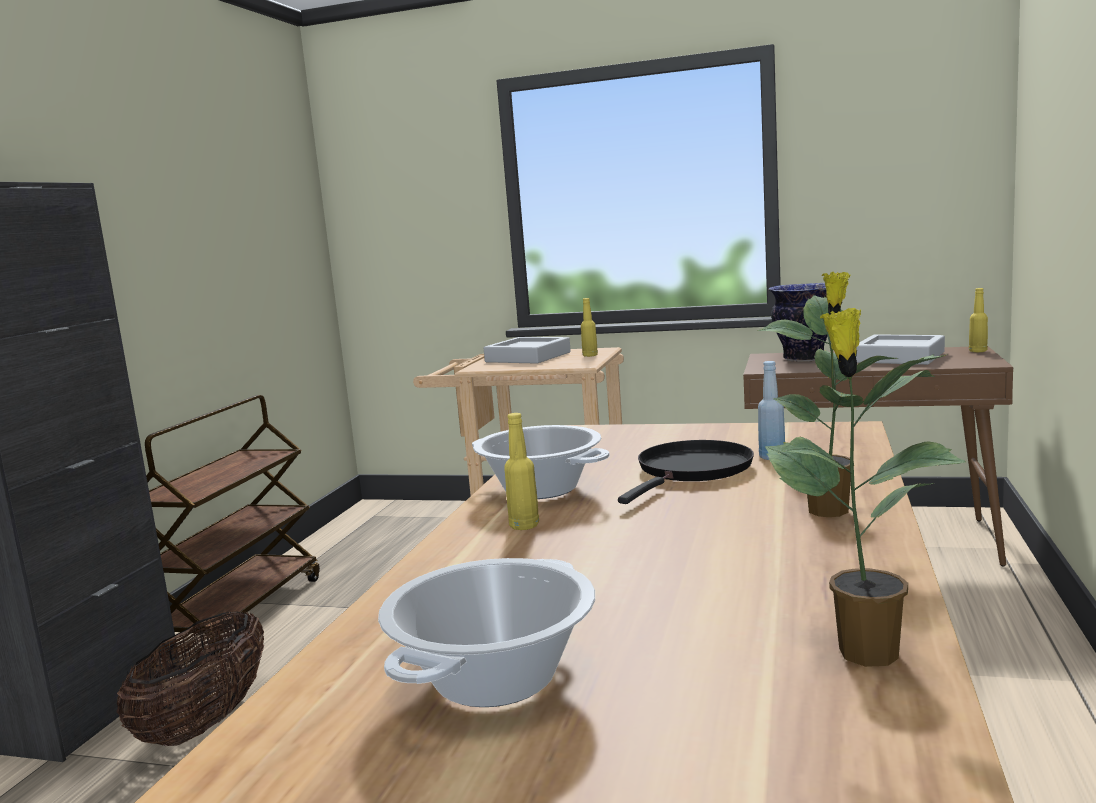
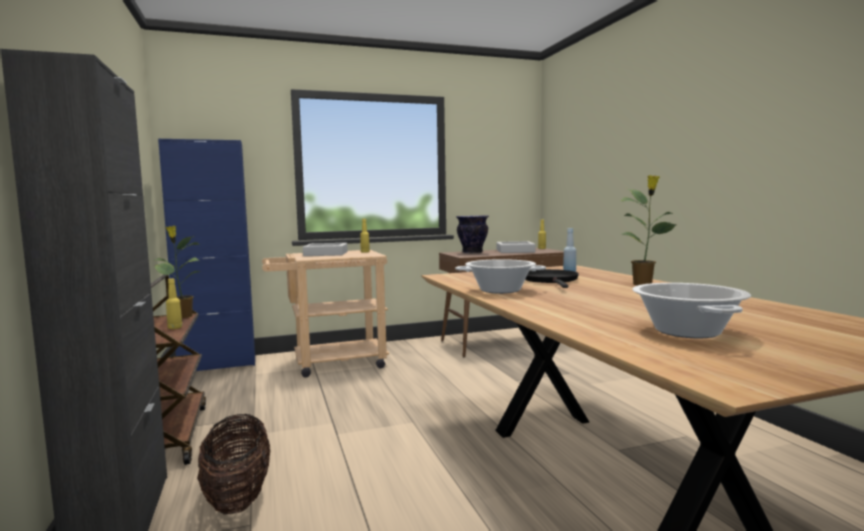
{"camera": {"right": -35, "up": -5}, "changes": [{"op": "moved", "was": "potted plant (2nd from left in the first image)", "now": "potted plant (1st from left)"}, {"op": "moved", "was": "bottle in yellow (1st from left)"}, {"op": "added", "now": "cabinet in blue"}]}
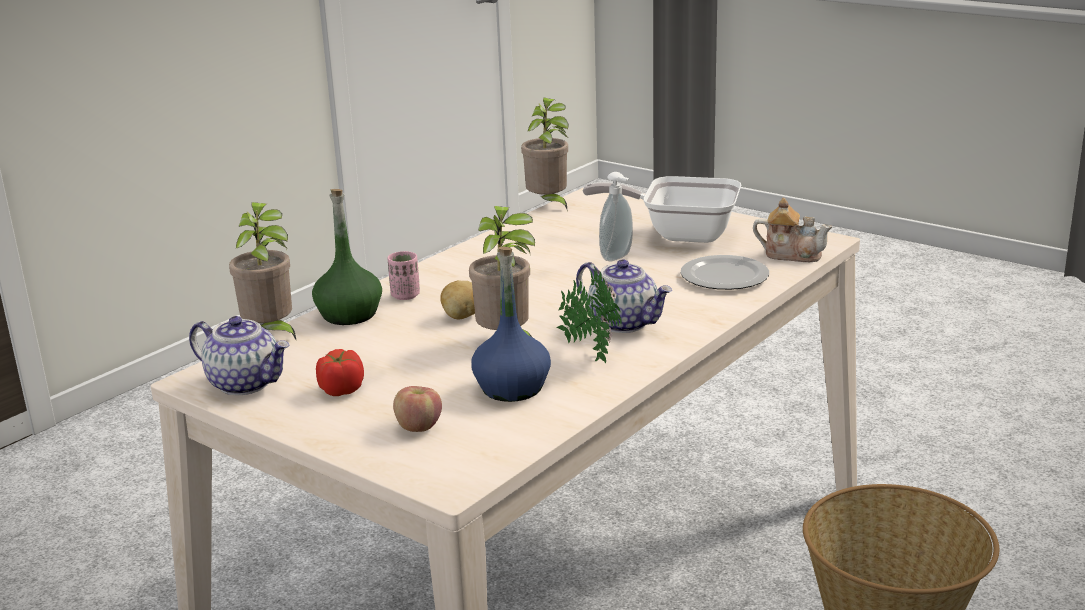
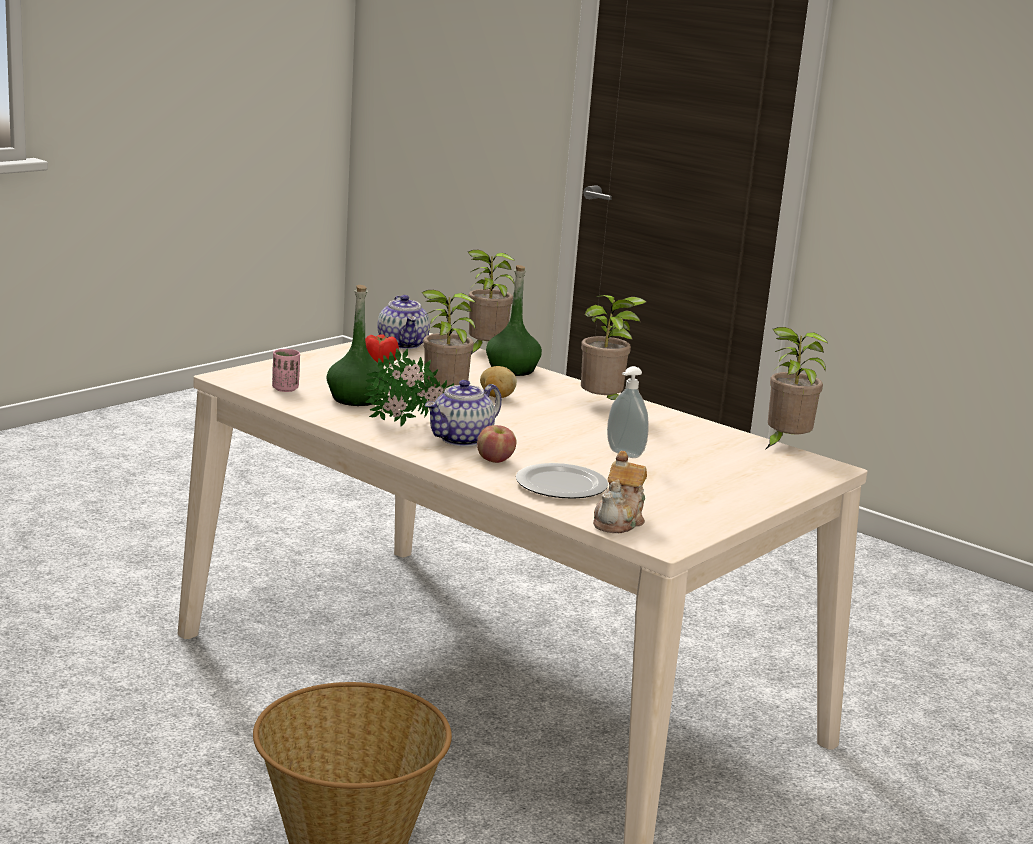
{"camera": {"right": 90, "up": -5}, "changes": [{"op": "removed", "was": "frying pan"}, {"op": "recoloured", "was": "bottle in blue", "now": "bottle in green (1st from left)"}, {"op": "moved", "was": "cup in pink"}, {"op": "turned", "was": "teapot (1st from left)", "clockwise": -45}, {"op": "moved", "was": "apple"}, {"op": "added", "now": "potted plant (4th from left)"}]}
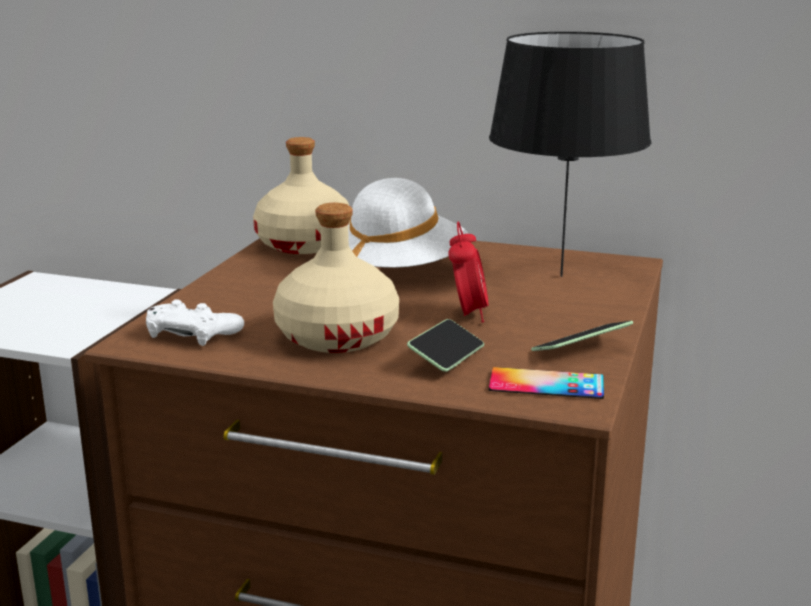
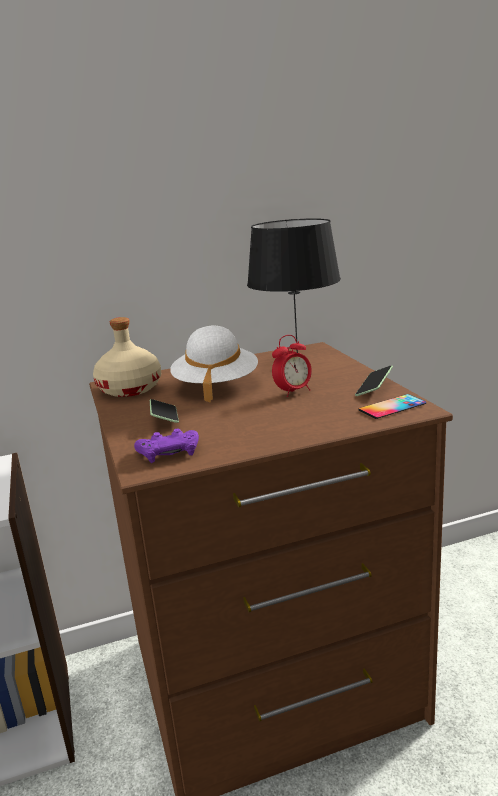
{"camera": {"right": -35, "up": 0}, "changes": [{"op": "removed", "was": "bottle in beige (2nd from left)"}, {"op": "turned", "was": "alarm clock", "clockwise": 90}, {"op": "recoloured", "was": "game controller in white", "now": "game controller in purple"}, {"op": "moved", "was": "phone (1st from left)"}]}
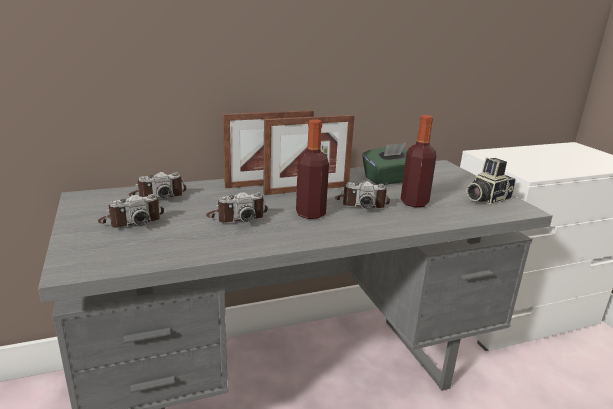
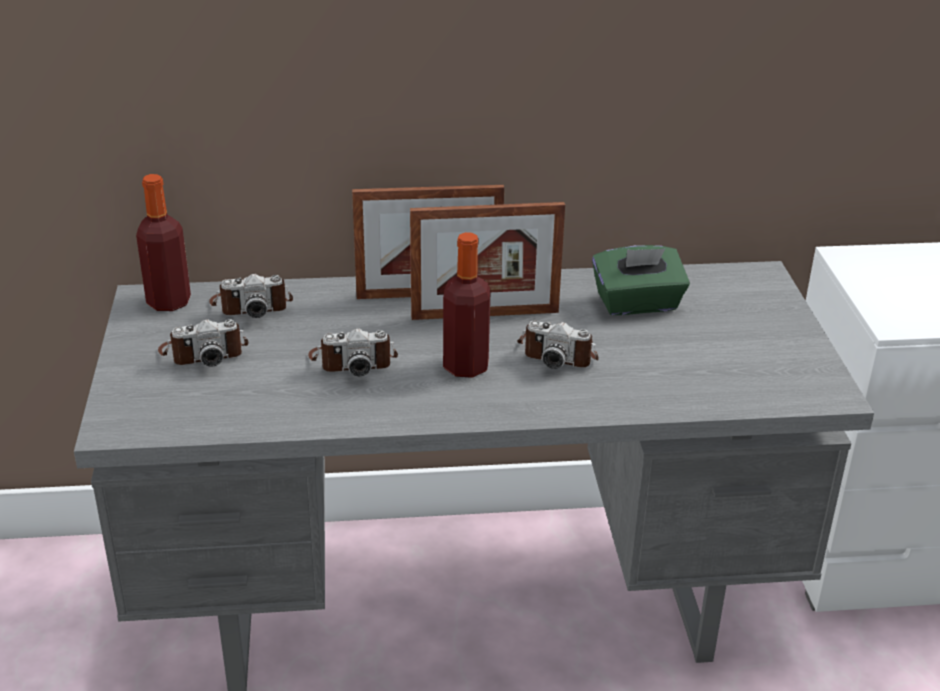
{"camera": {"right": 15, "up": 10}, "changes": [{"op": "moved", "was": "bottle (2nd from left in the first image)", "now": "bottle (1st from left)"}, {"op": "removed", "was": "photo camera (5th from left)"}]}
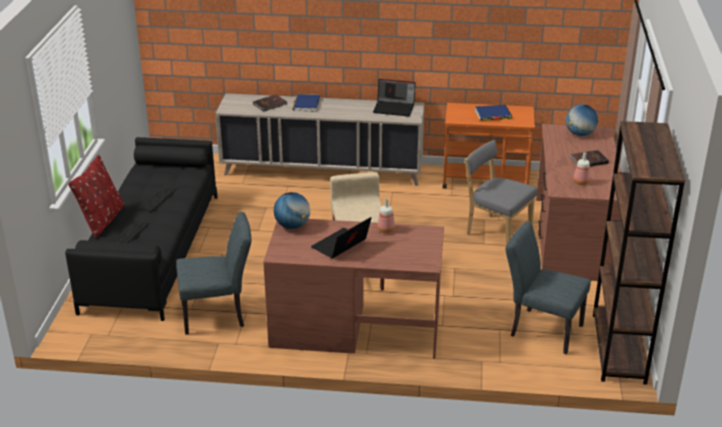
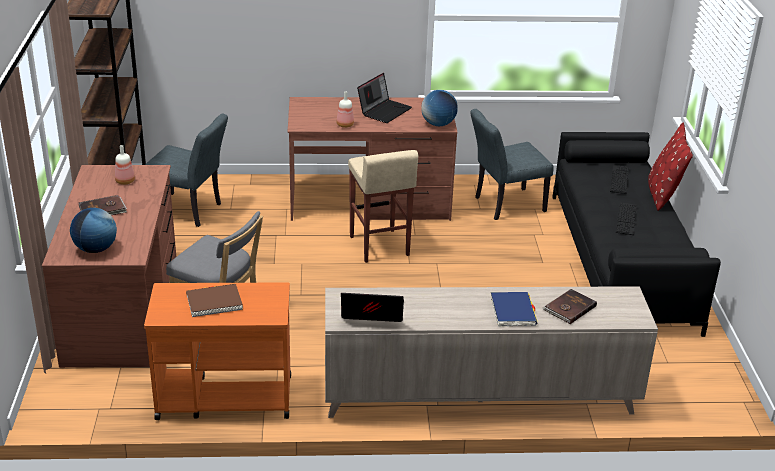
{"camera": {"right": 170, "up": 0}, "changes": [{"op": "recoloured", "was": "book in blue (2nd from left)", "now": "book in brown (2nd from left)"}]}
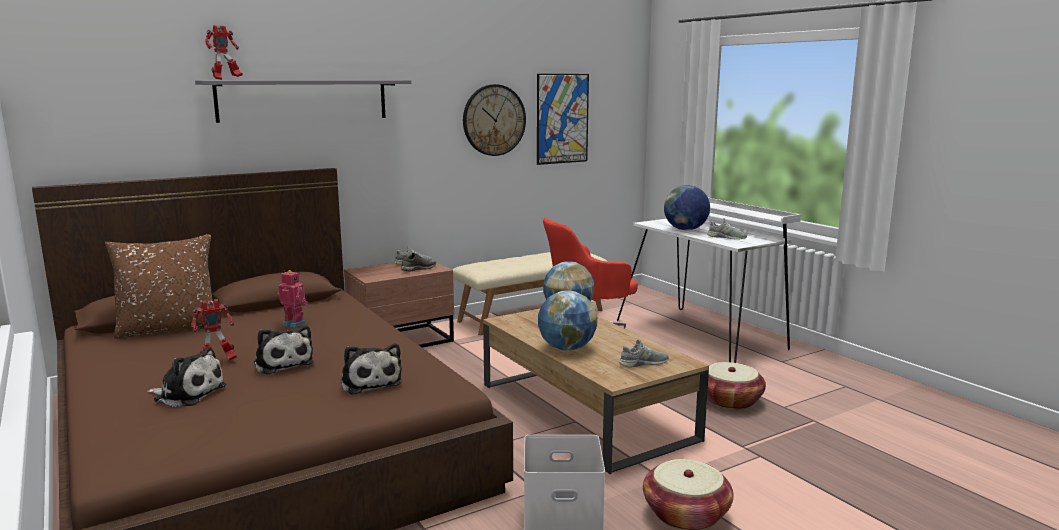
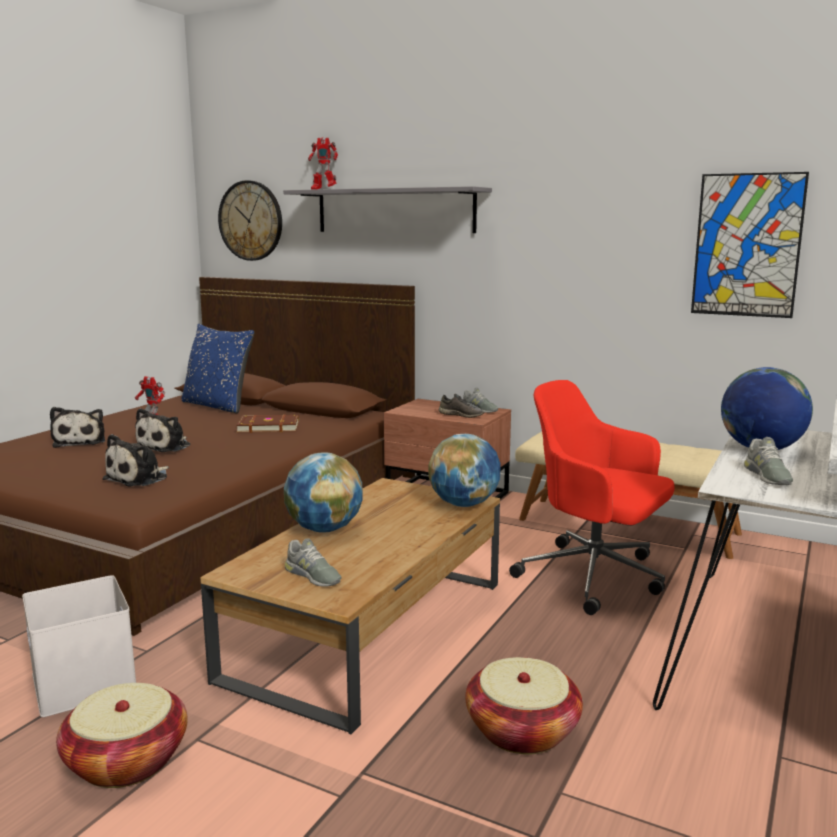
{"camera": {"right": 60, "up": 0}, "changes": [{"op": "moved", "was": "wall clock"}, {"op": "recoloured", "was": "pillow in brown", "now": "pillow in blue"}, {"op": "replaced", "was": "toy robot (3rd from left)", "now": "book in brown"}]}
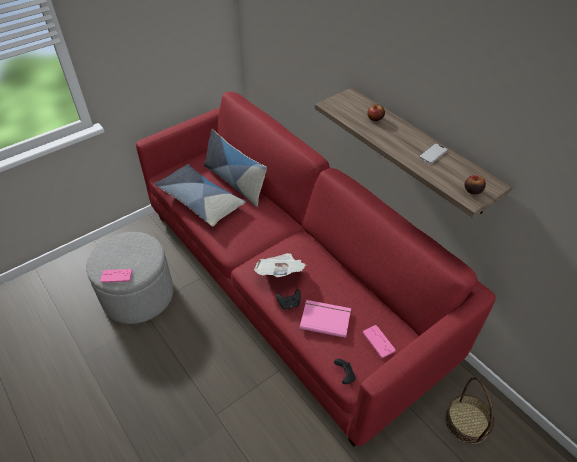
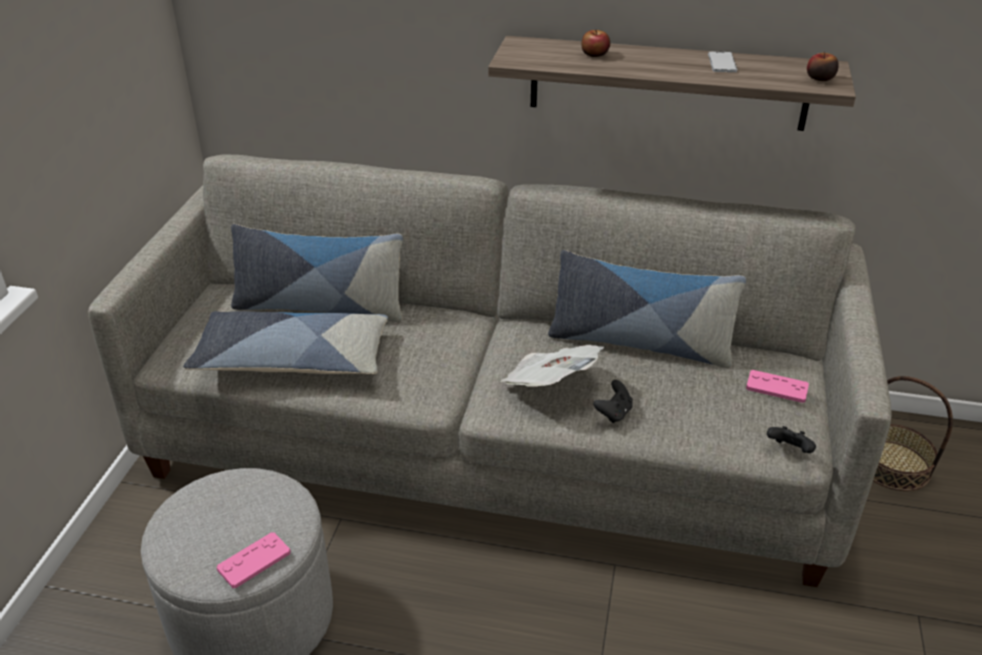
{"camera": {"right": -40, "up": -10}, "changes": [{"op": "recoloured", "was": "sofa in red", "now": "sofa in grey"}, {"op": "removed", "was": "book in pink"}, {"op": "added", "now": "pillow (3rd from left)"}]}
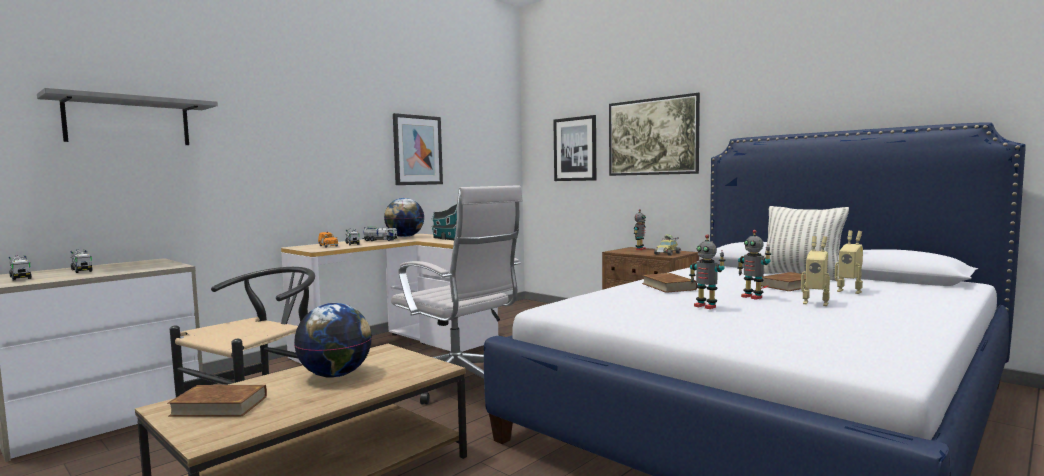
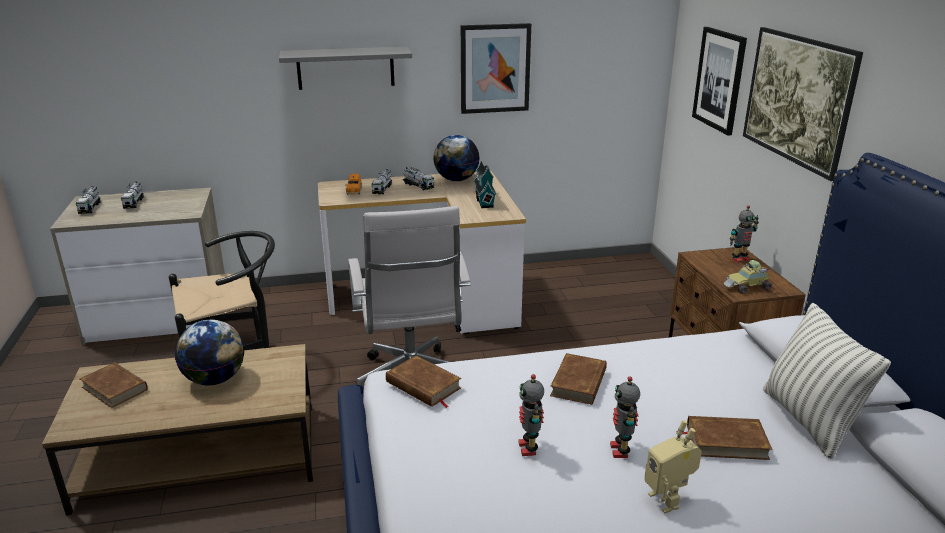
{"camera": {"right": 35, "up": 20}, "changes": [{"op": "moved", "was": "shelf in grey"}, {"op": "removed", "was": "toy robot (5th from left)"}, {"op": "added", "now": "book in brown (2nd from left)"}]}
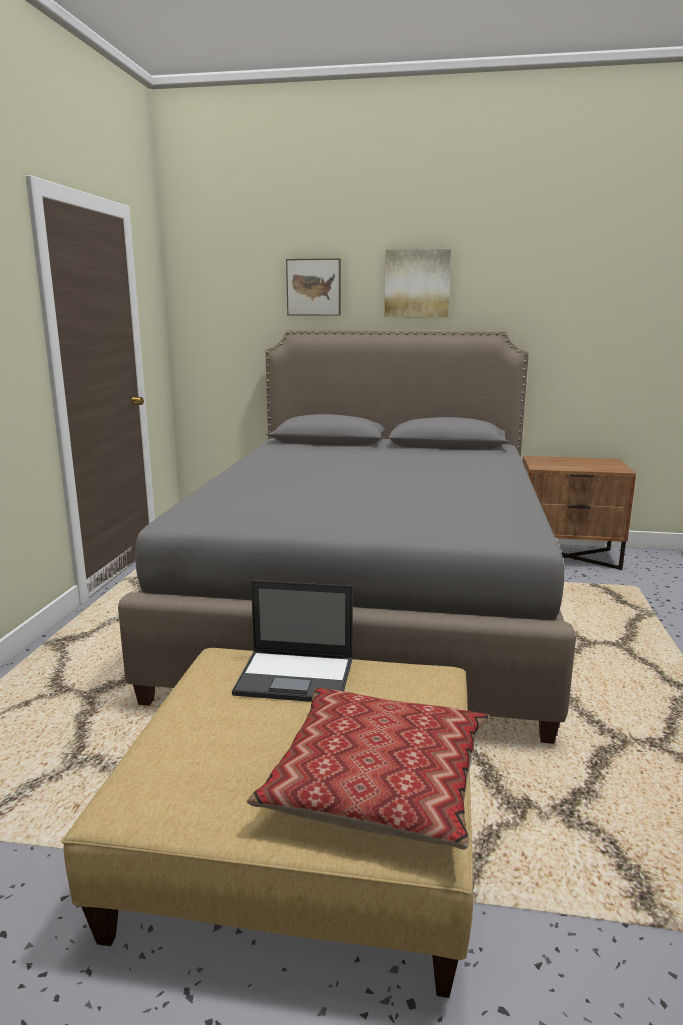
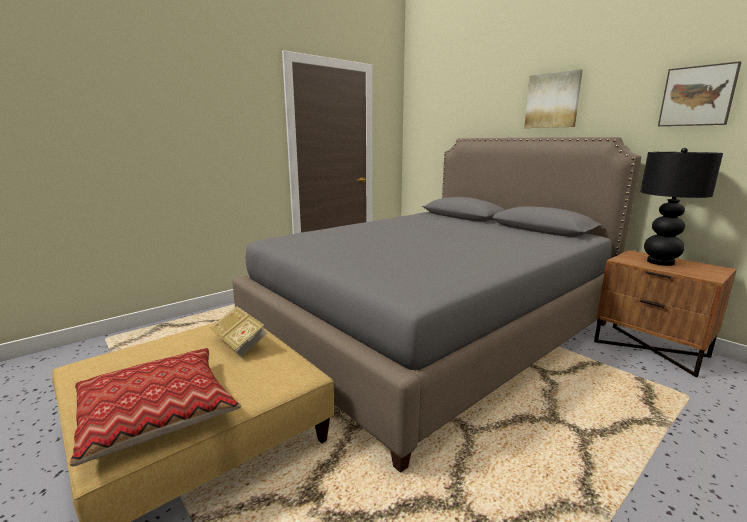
{"camera": {"right": 40, "up": 0}, "changes": [{"op": "moved", "was": "picture (1st from left in the first image)", "now": "picture (2nd from left)"}, {"op": "replaced", "was": "laptop", "now": "book"}, {"op": "added", "now": "table lamp in black"}]}
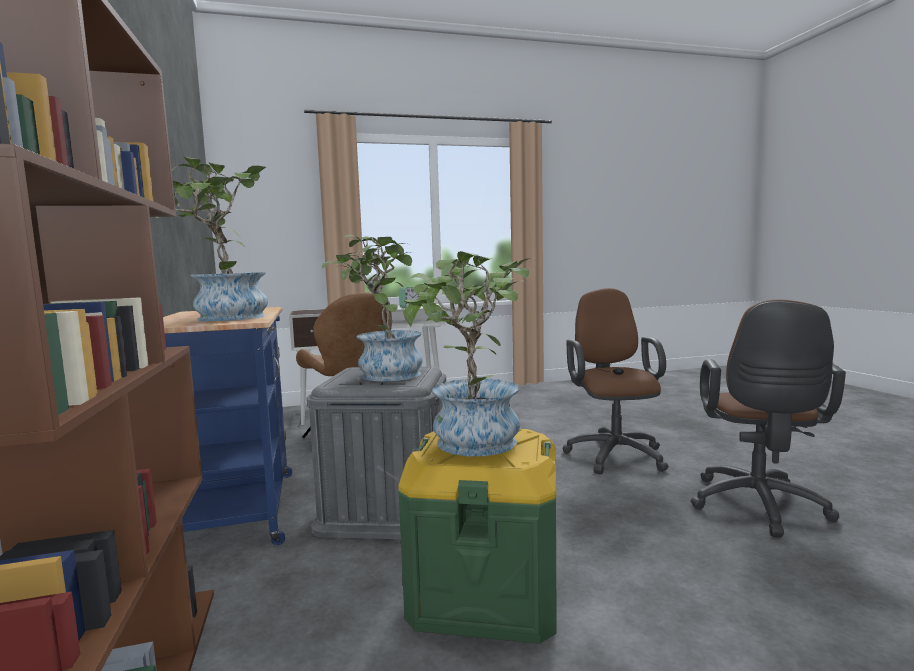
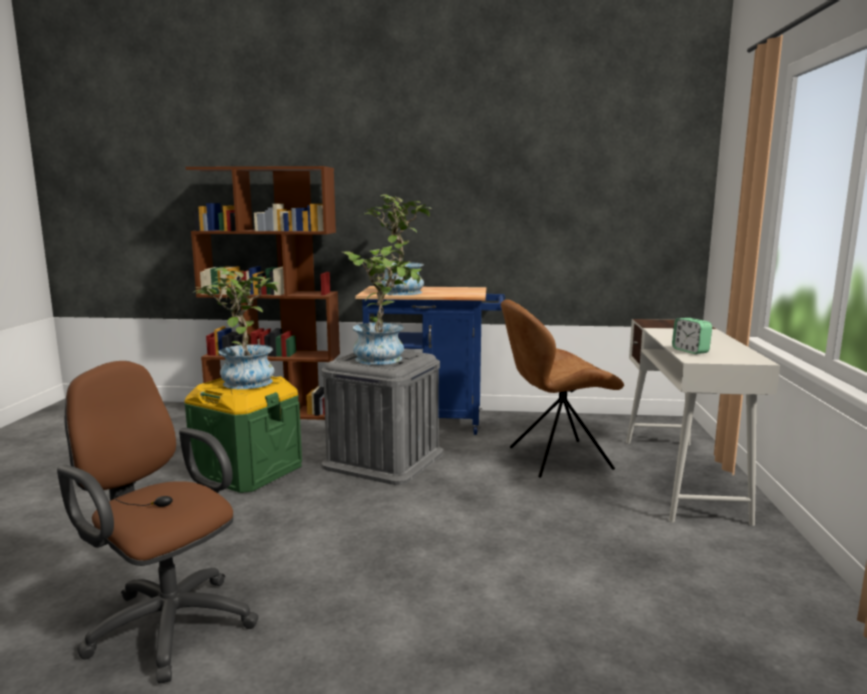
{"camera": {"right": 110, "up": 5}, "changes": [{"op": "removed", "was": "office chair in brown (1st from left)"}]}
